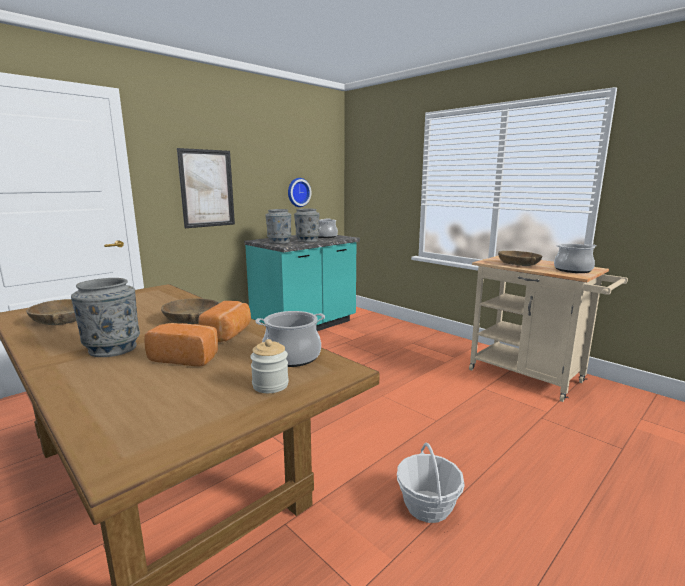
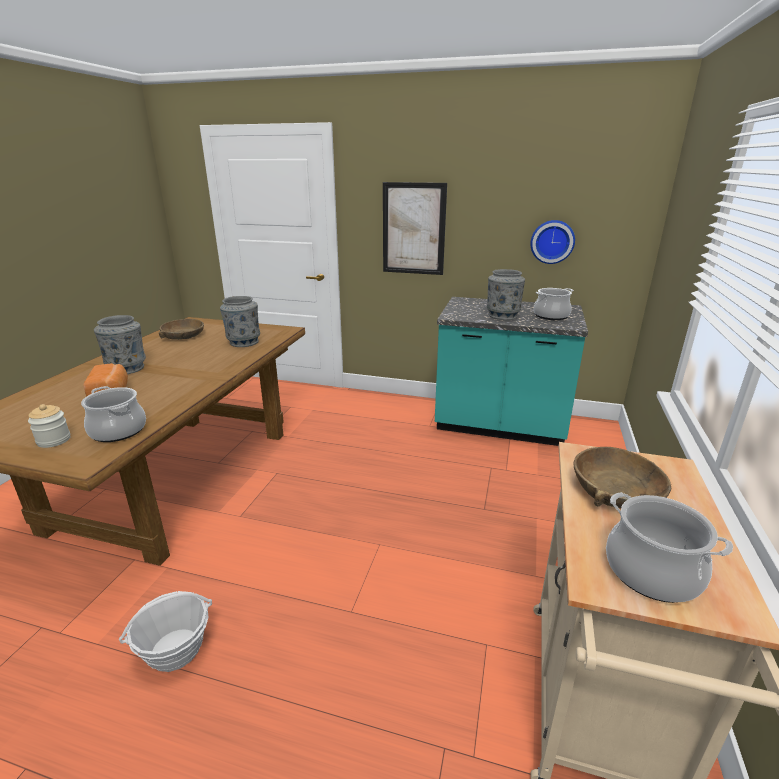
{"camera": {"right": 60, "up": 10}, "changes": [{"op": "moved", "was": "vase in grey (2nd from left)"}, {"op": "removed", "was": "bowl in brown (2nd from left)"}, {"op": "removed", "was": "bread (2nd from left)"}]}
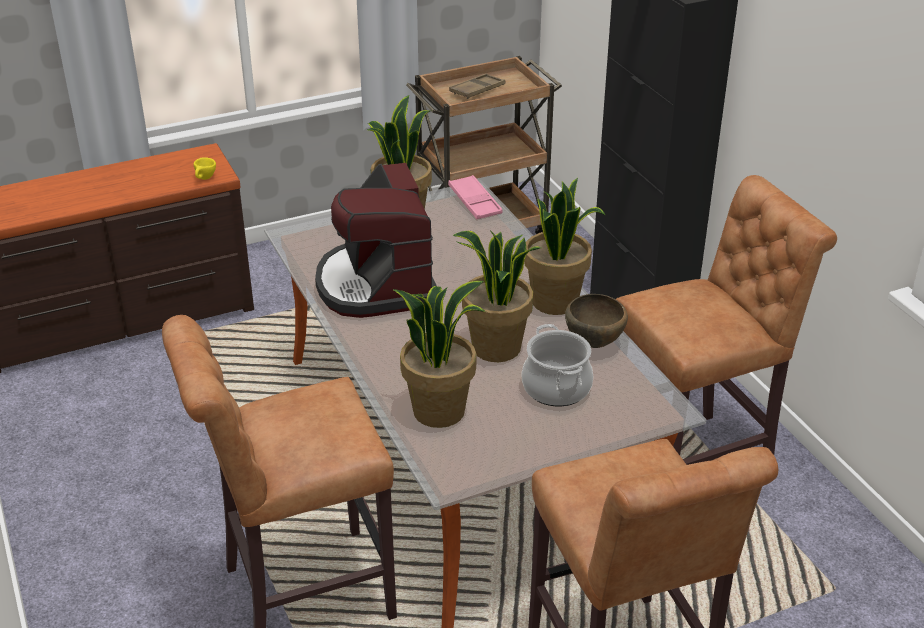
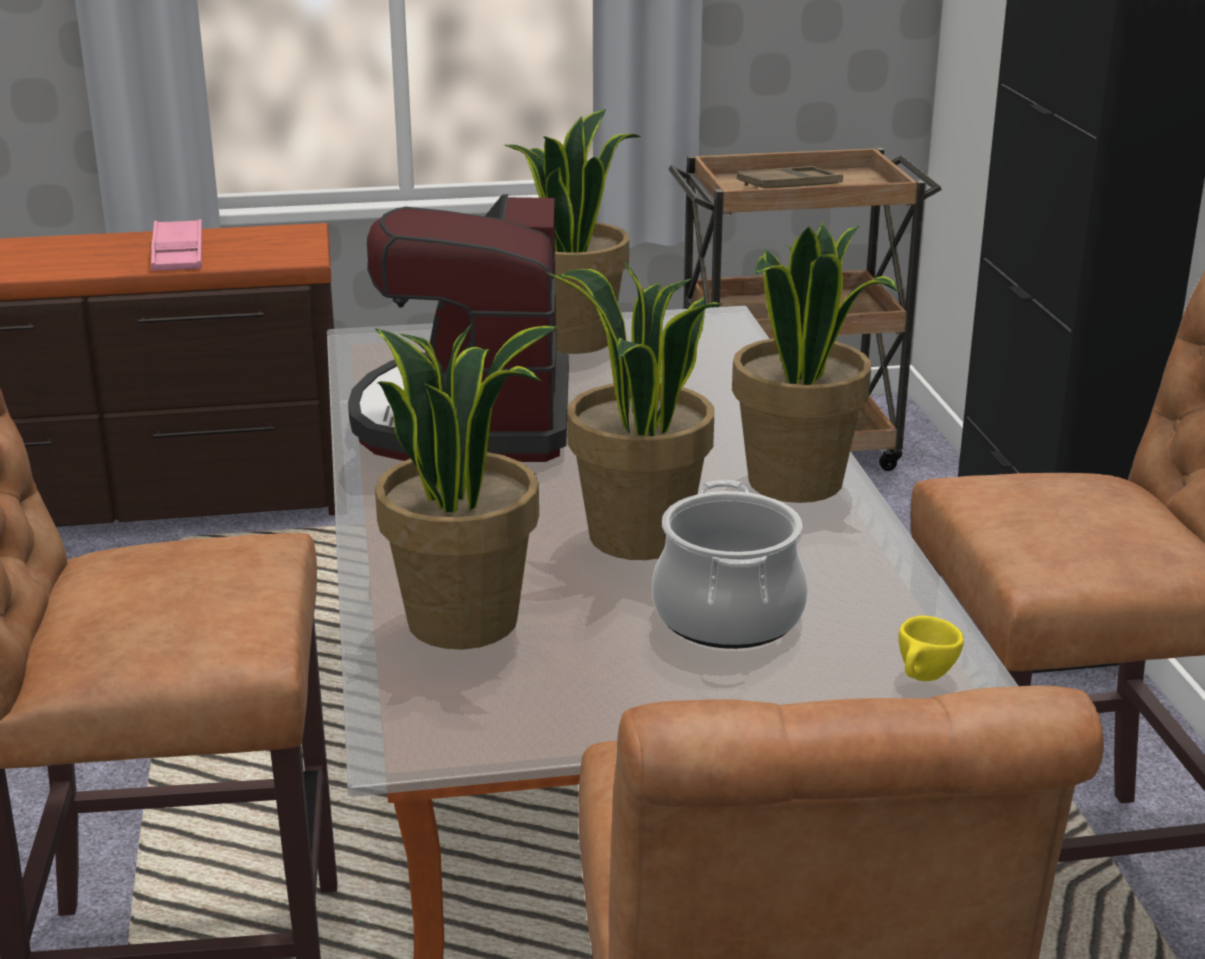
{"camera": {"right": 15, "up": -10}, "changes": [{"op": "moved", "was": "cup in yellow"}, {"op": "moved", "was": "tray in pink"}, {"op": "removed", "was": "bowl in brown"}]}
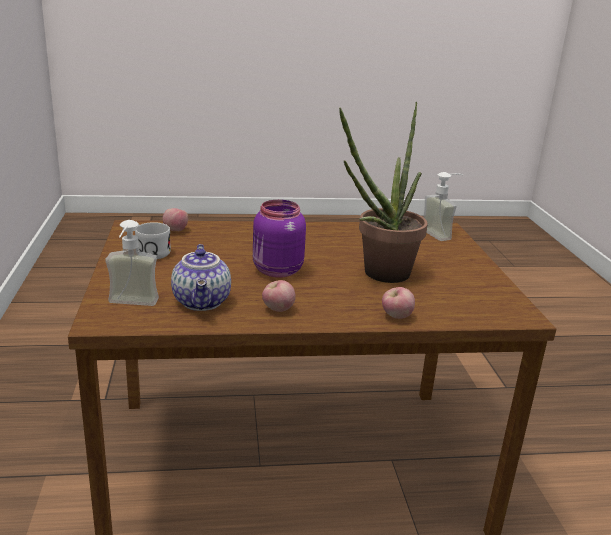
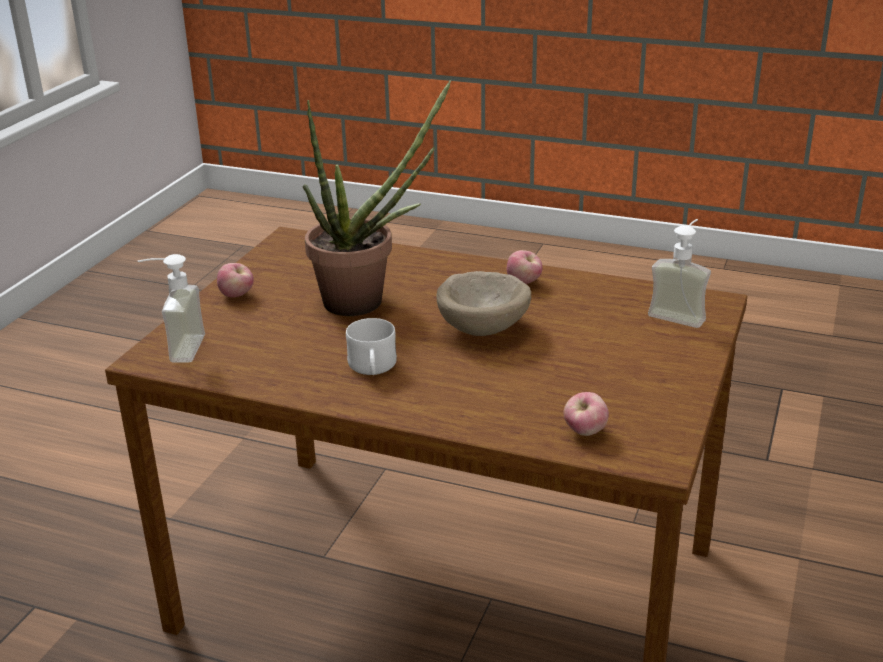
{"camera": {"right": -150, "up": 5}, "changes": [{"op": "replaced", "was": "jar in purple", "now": "bowl in beige"}, {"op": "moved", "was": "mug in white"}, {"op": "removed", "was": "teapot"}, {"op": "moved", "was": "apple (3rd from left in the first image)", "now": "apple (1st from left)"}]}
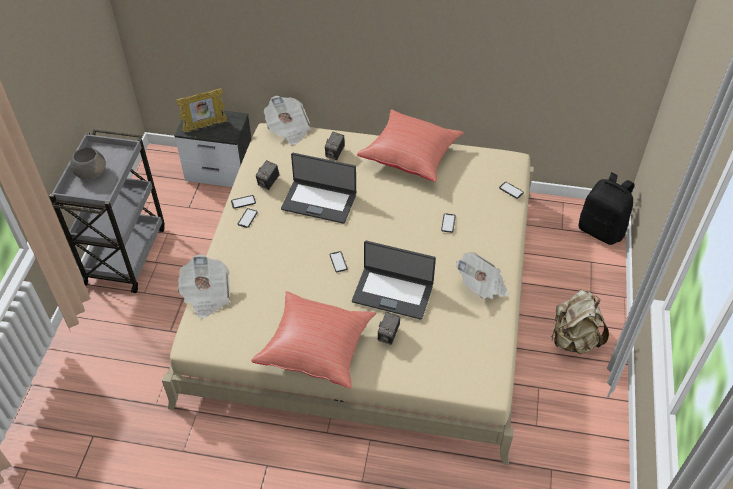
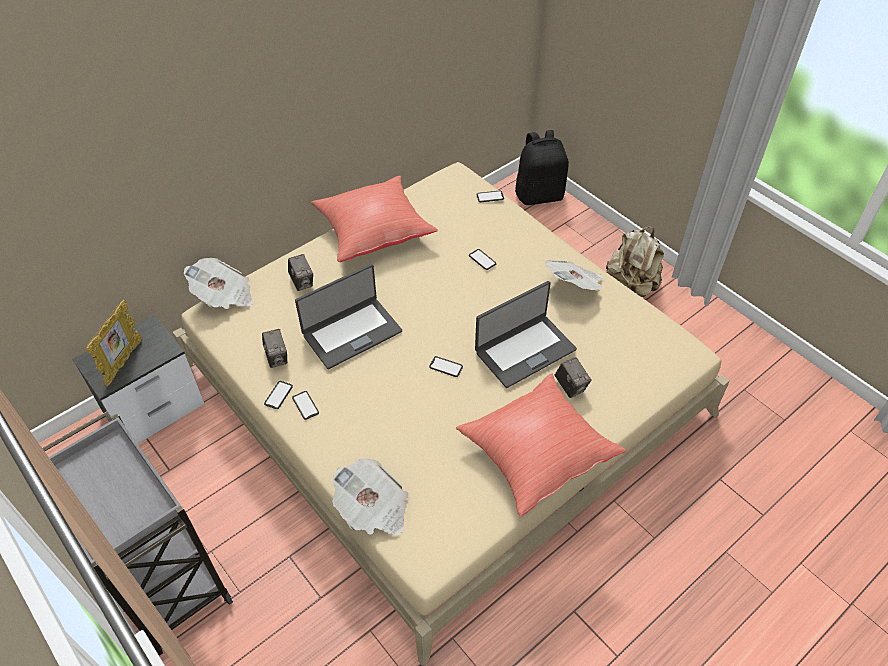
{"camera": {"right": -50, "up": 0}, "changes": [{"op": "removed", "was": "bowl in grey"}]}
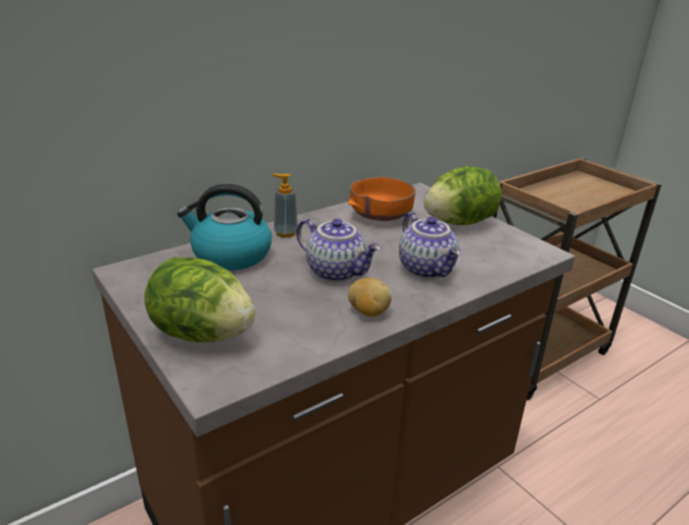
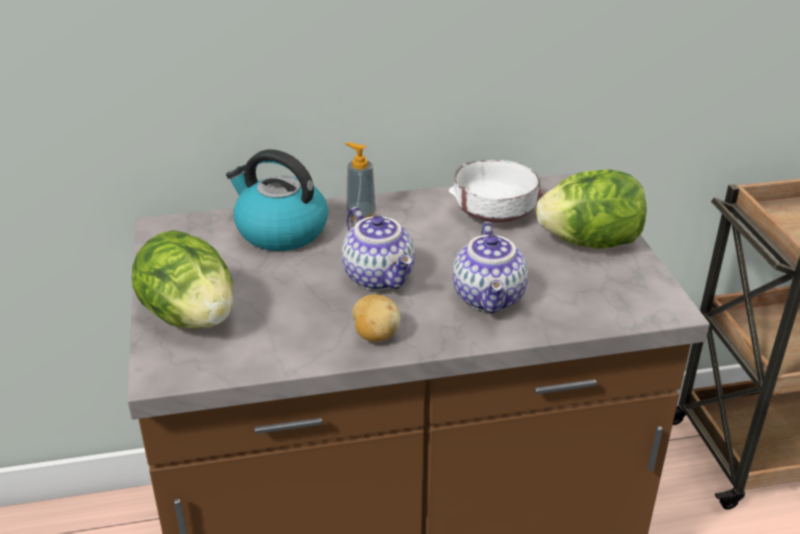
{"camera": {"right": 25, "up": 5}, "changes": [{"op": "recoloured", "was": "bowl in orange", "now": "bowl in white"}]}
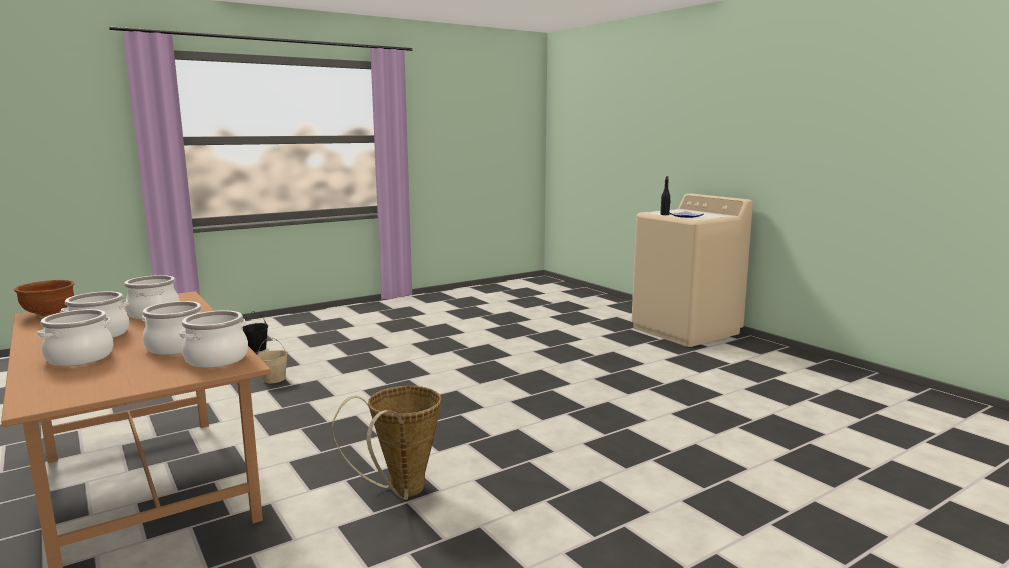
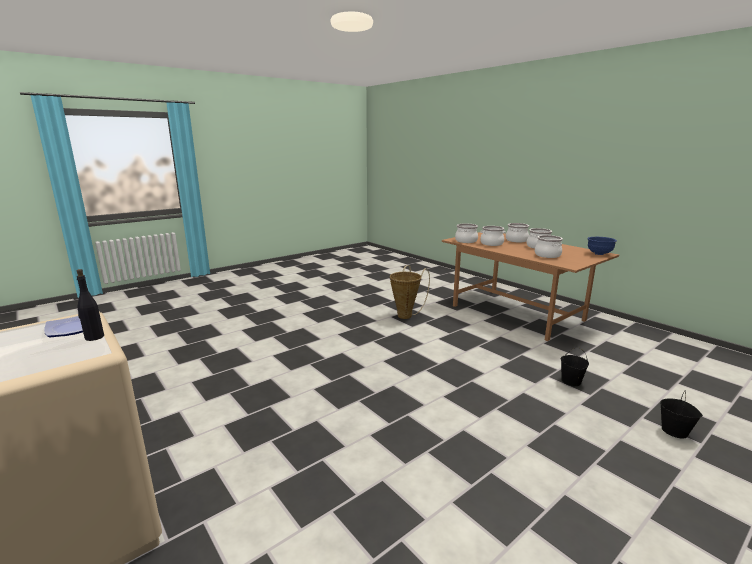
{"camera": {"right": 175, "up": 5}, "changes": [{"op": "recoloured", "was": "bowl in brown", "now": "bowl in blue"}, {"op": "recoloured", "was": "bucket in beige", "now": "bucket in black (1st from left)"}]}
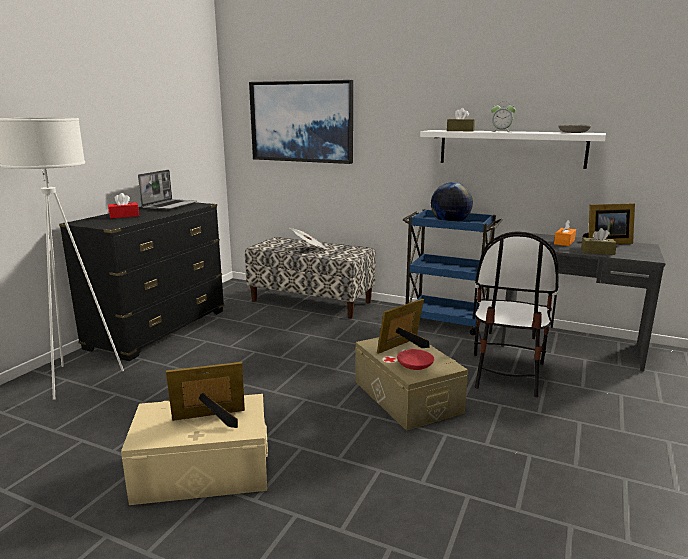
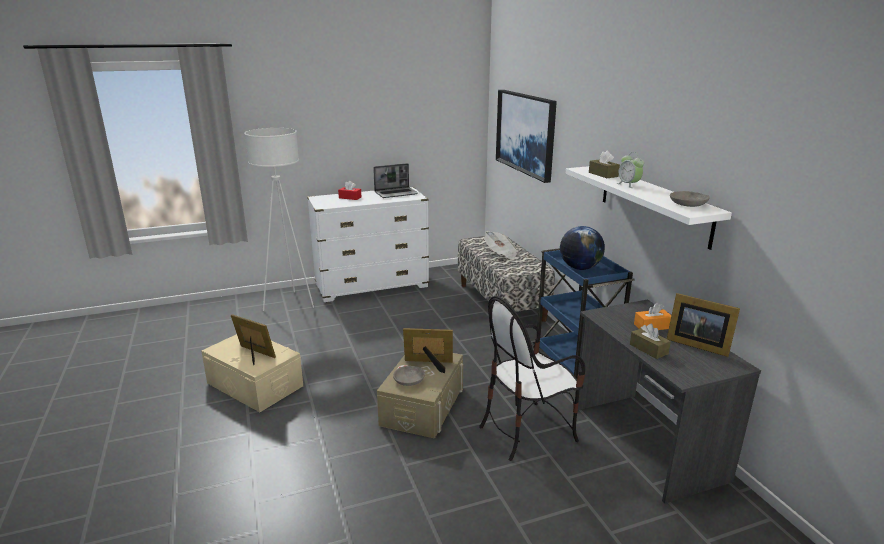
{"camera": {"right": 45, "up": 5}, "changes": [{"op": "recoloured", "was": "dresser in black", "now": "dresser in white"}, {"op": "recoloured", "was": "bowl in red", "now": "bowl in grey (1st from left)"}]}
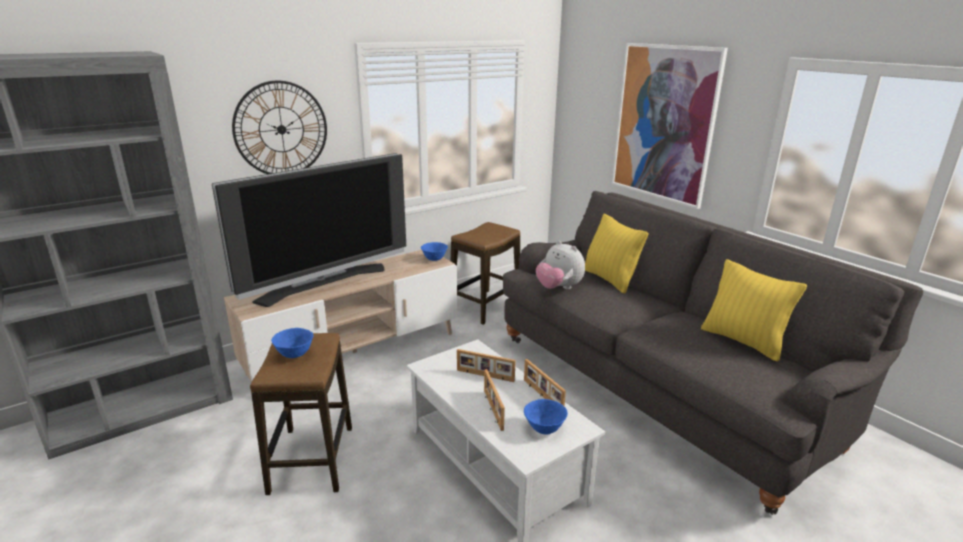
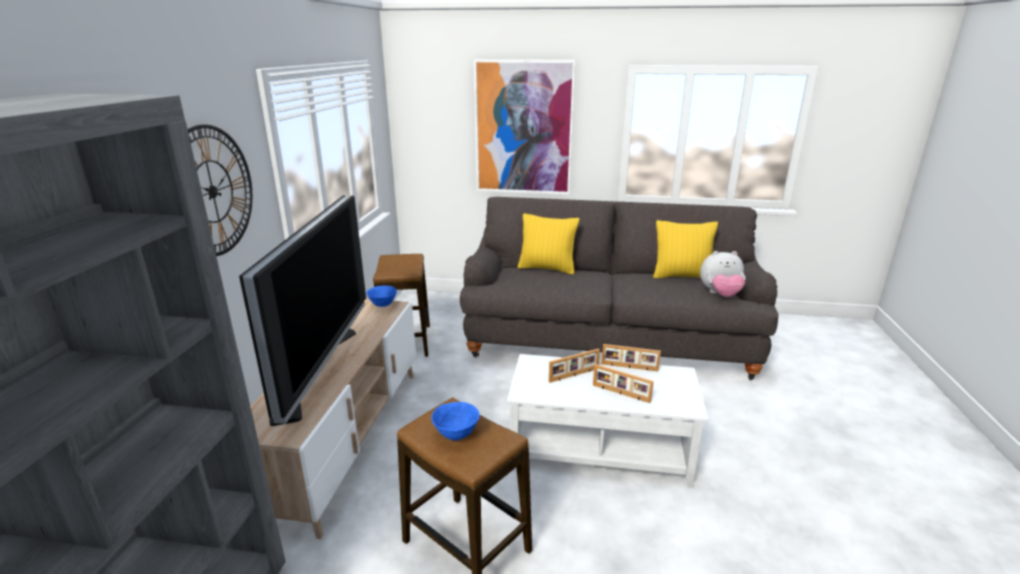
{"camera": {"right": -45, "up": 0}, "changes": [{"op": "moved", "was": "plush toy"}, {"op": "removed", "was": "bowl in blue (3rd from left)"}]}
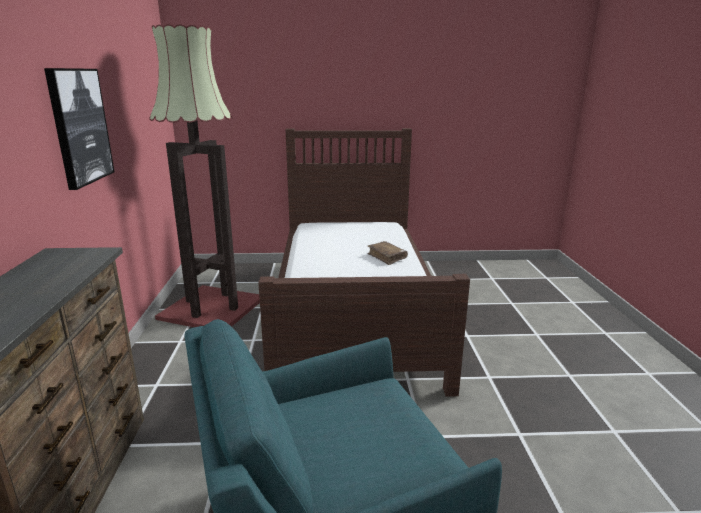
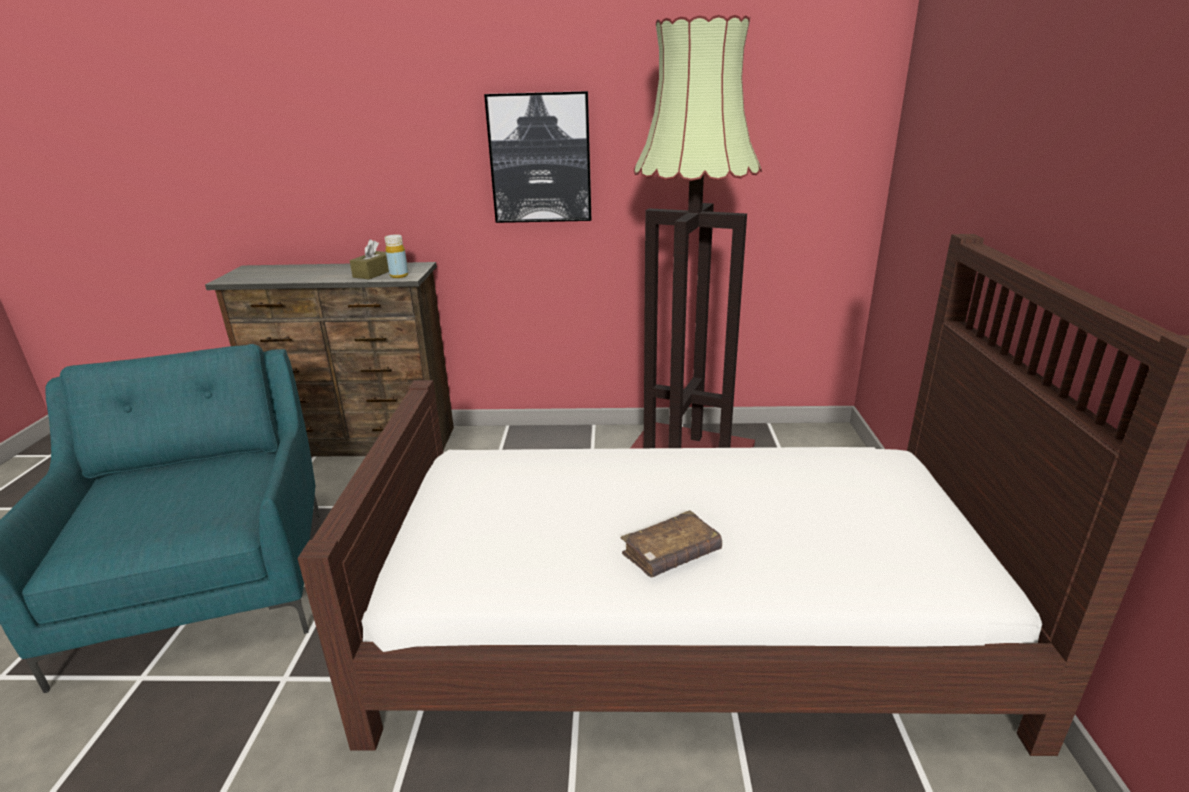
{"camera": {"right": 95, "up": 5}, "changes": [{"op": "added", "now": "bottle in yellow"}, {"op": "added", "now": "tissue box in brown"}]}
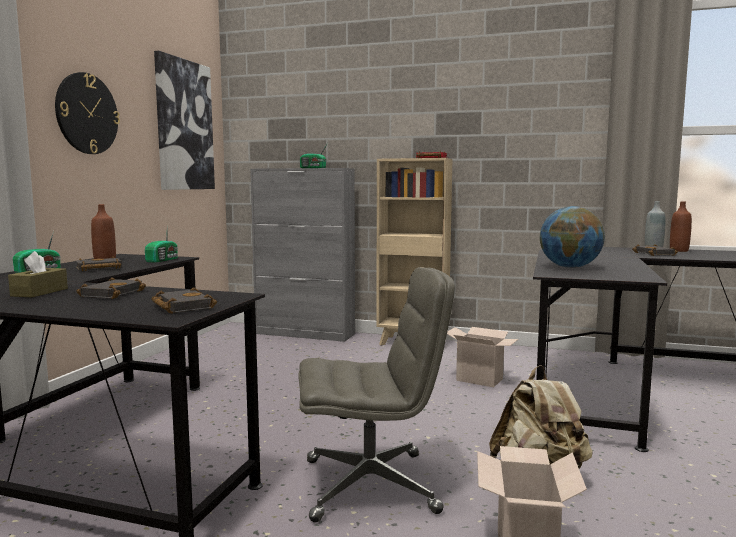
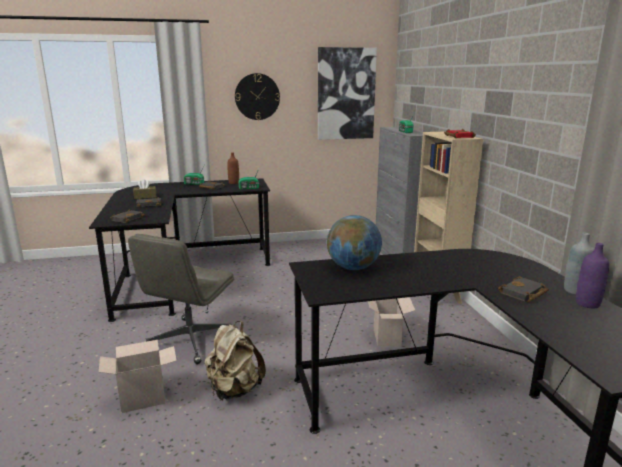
{"camera": {"right": 60, "up": 10}, "changes": [{"op": "recoloured", "was": "bottle in brown (2nd from left)", "now": "bottle in purple"}, {"op": "turned", "was": "office chair in grey", "clockwise": 60}]}
